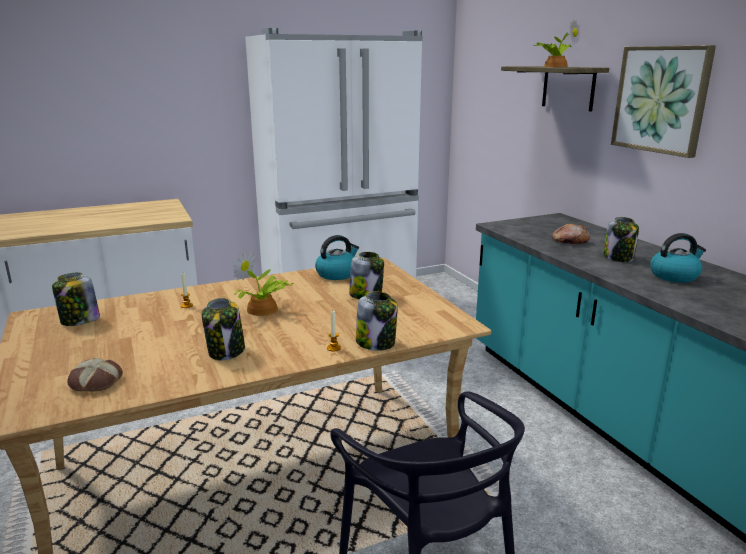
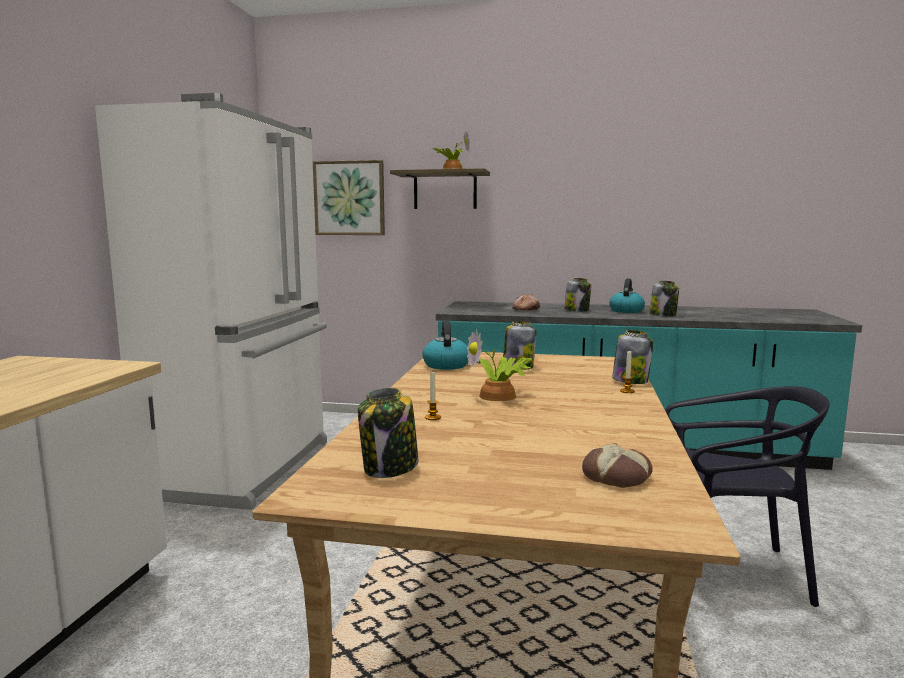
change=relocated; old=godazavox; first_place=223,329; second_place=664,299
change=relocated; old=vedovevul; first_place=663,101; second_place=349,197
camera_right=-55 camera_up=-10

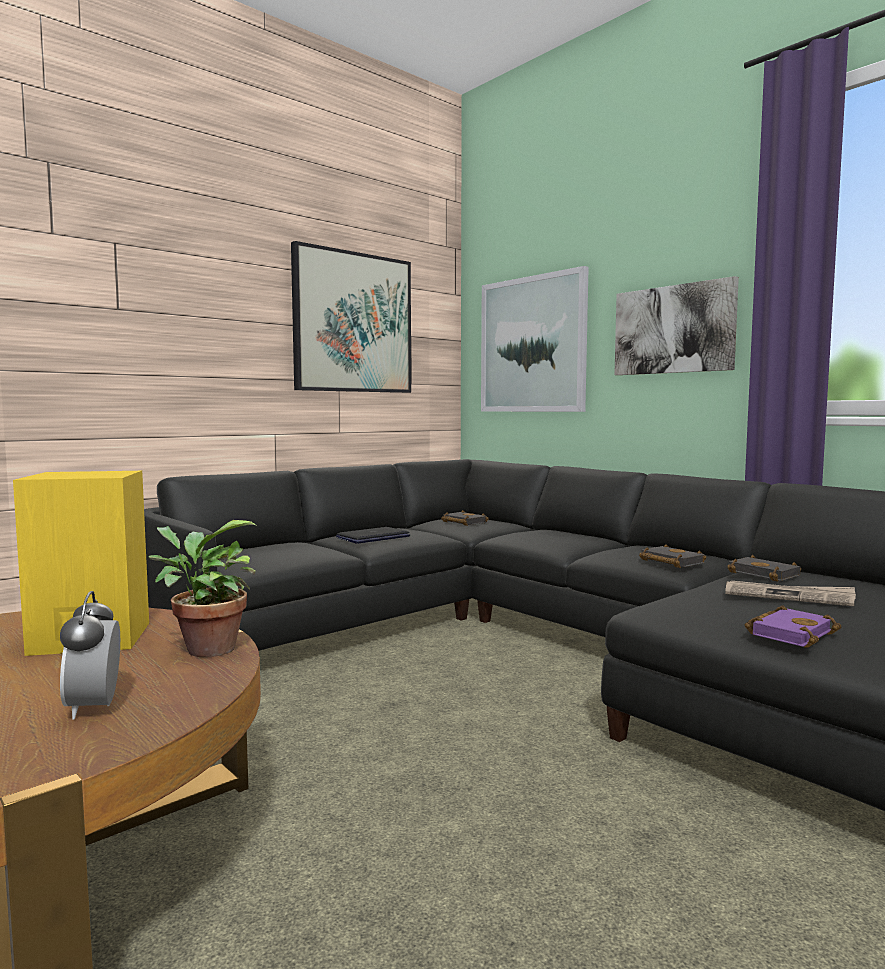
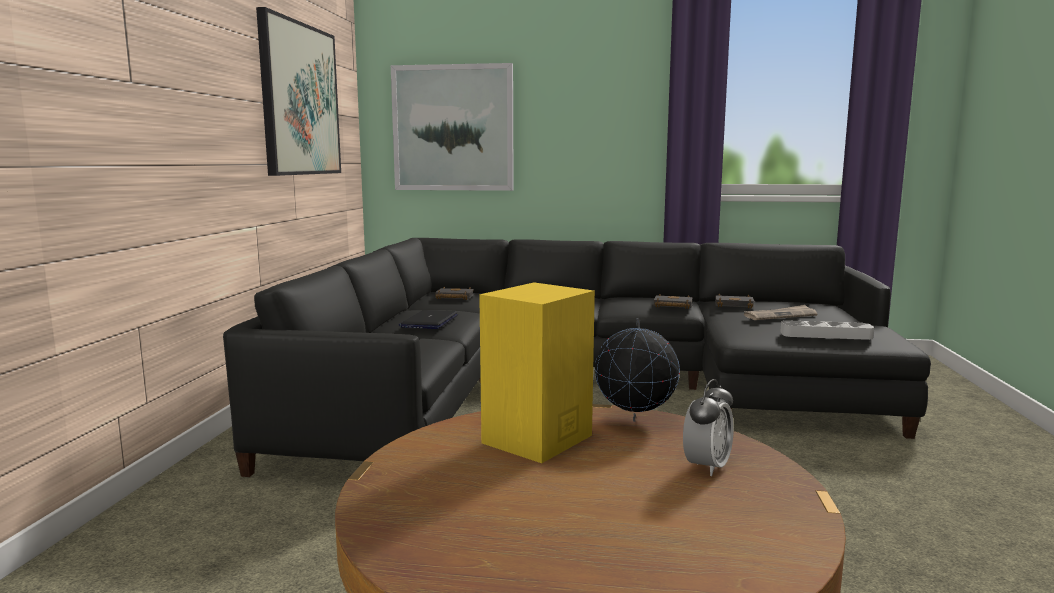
change=missing; old=vedovevul; first_place=676,325
change=exchanged; old=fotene; new=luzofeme; first_place=202,588; second_place=637,370
change=exchanged; old=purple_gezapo; new=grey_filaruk; first_place=793,626; second_place=827,330
change=spun; old=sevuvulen; first_place=90,655; second_place=708,427; degrees=-90
camera_right=-40 camera_up=5

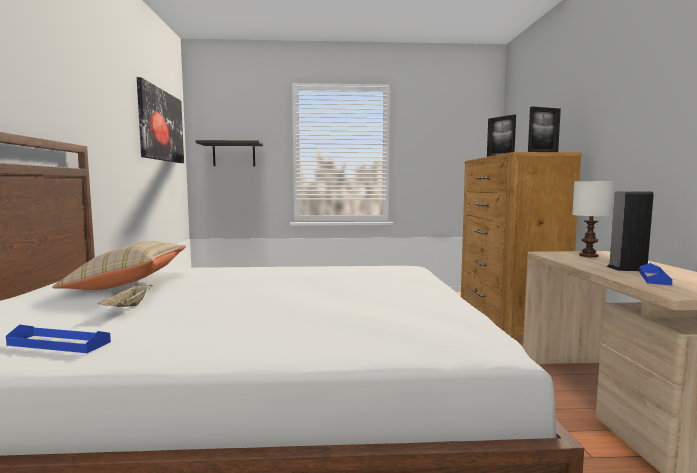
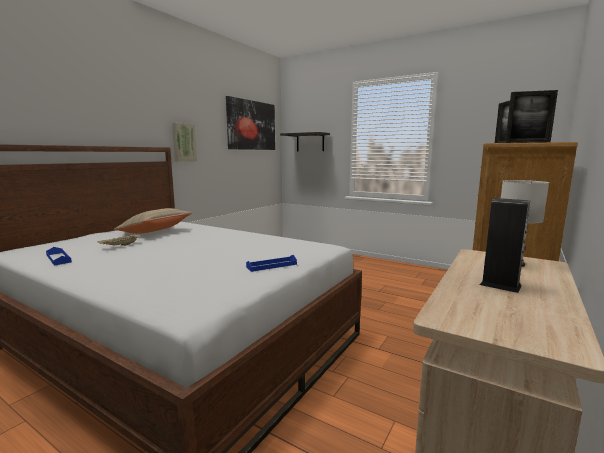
change=appeared; new=vedovevul; second_place=184,142
change=relocated; old=blue_filaruk; first_place=655,274; second_place=271,263
camera_right=35 camera_up=5

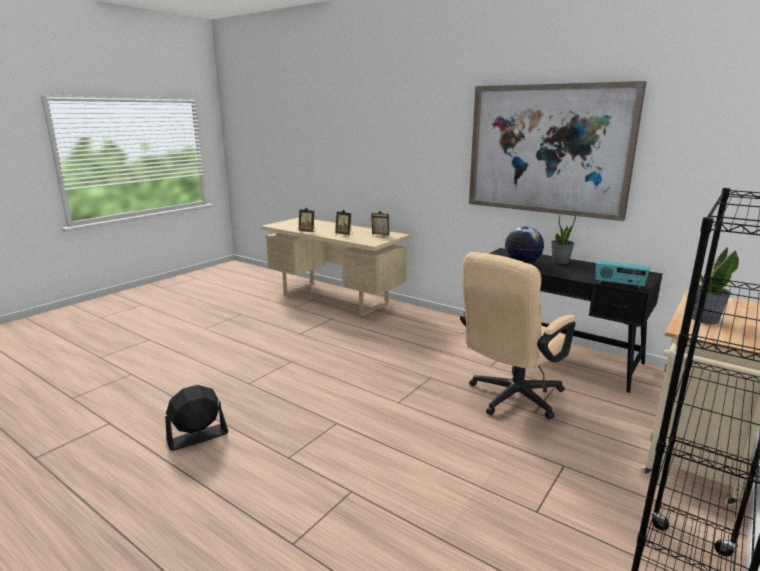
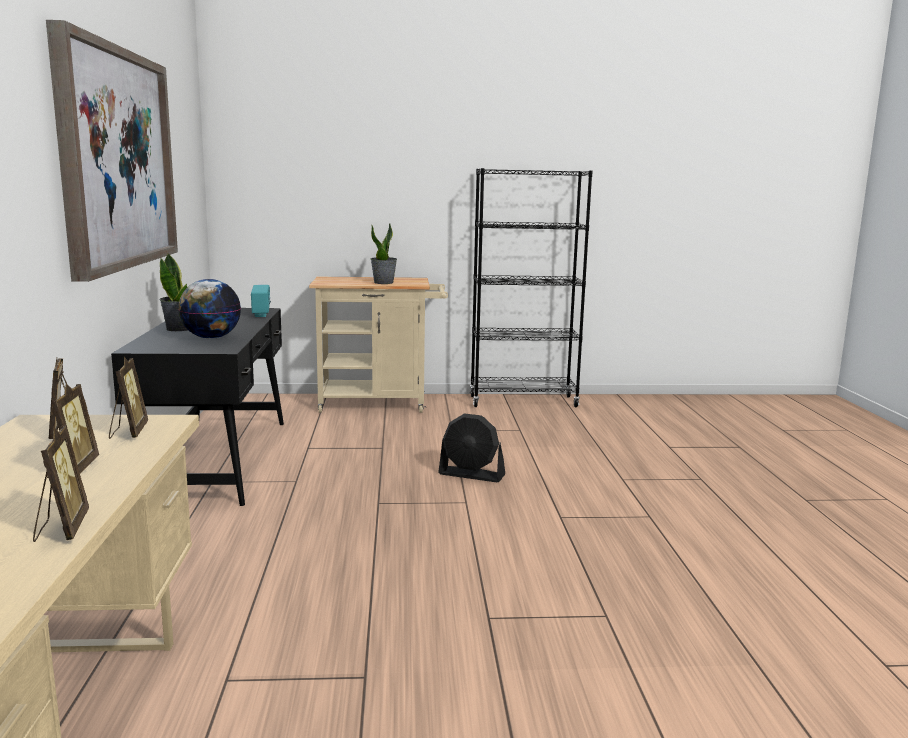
change=missing; old=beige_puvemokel; first_place=518,335
change=appeared; new=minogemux; second_place=128,398
change=relocated; old=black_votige; first_place=196,418; second_place=471,447
camera_right=-130 camera_up=-5

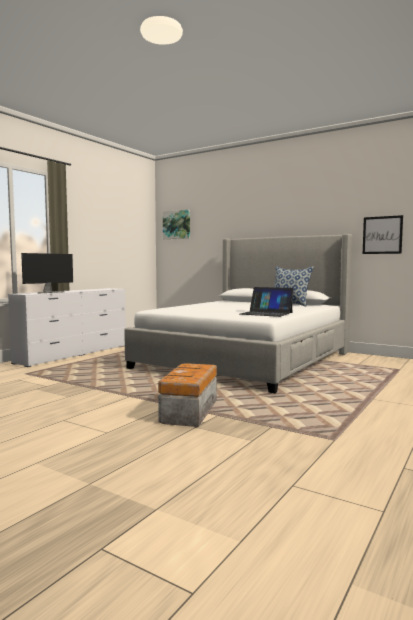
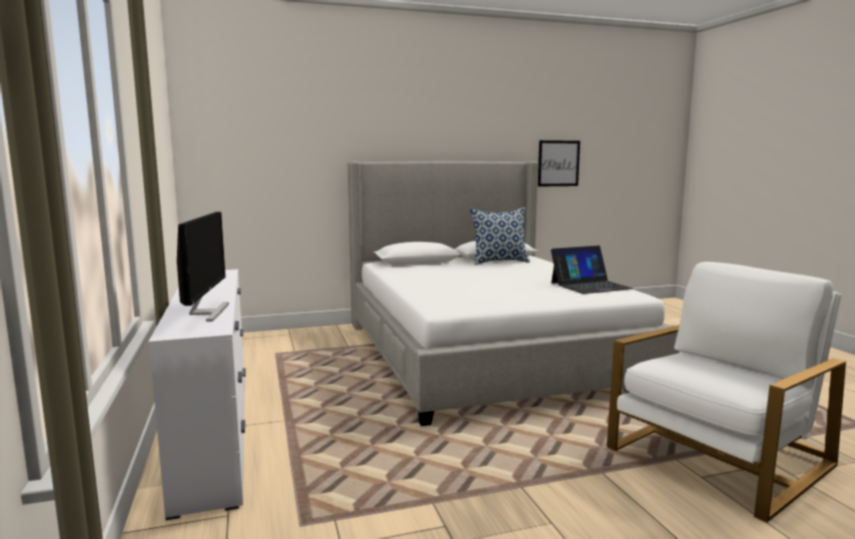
change=missing; old=vedovevul; first_place=176,224
change=exchanged; old=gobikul; new=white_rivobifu; first_place=187,395; second_place=726,392
camera_right=-50 camera_up=5

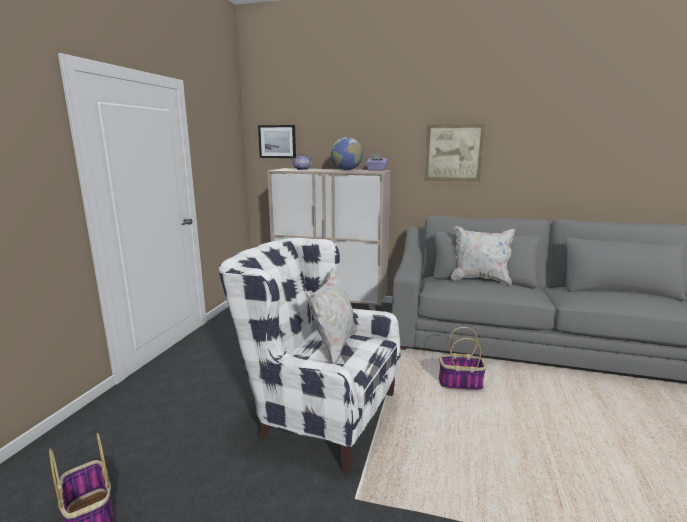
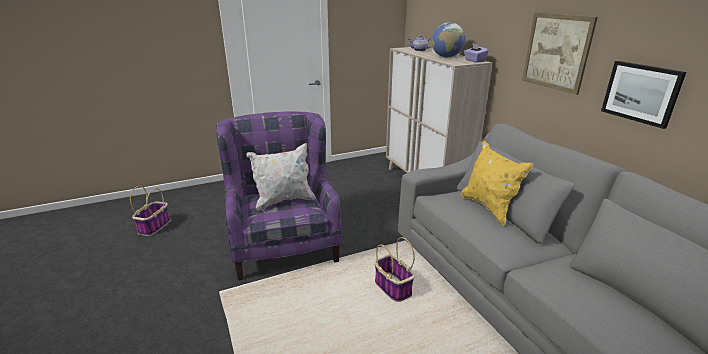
change=relocated; old=vedovevul; first_place=277,141; second_place=643,95
change=colour; old=white_rivobifu; new=purple_rivobifu; first_place=310,356; second_place=279,195
change=colour; old=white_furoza; new=yellow_furoza; first_place=483,255; second_place=497,183
camera_right=50 camera_up=10

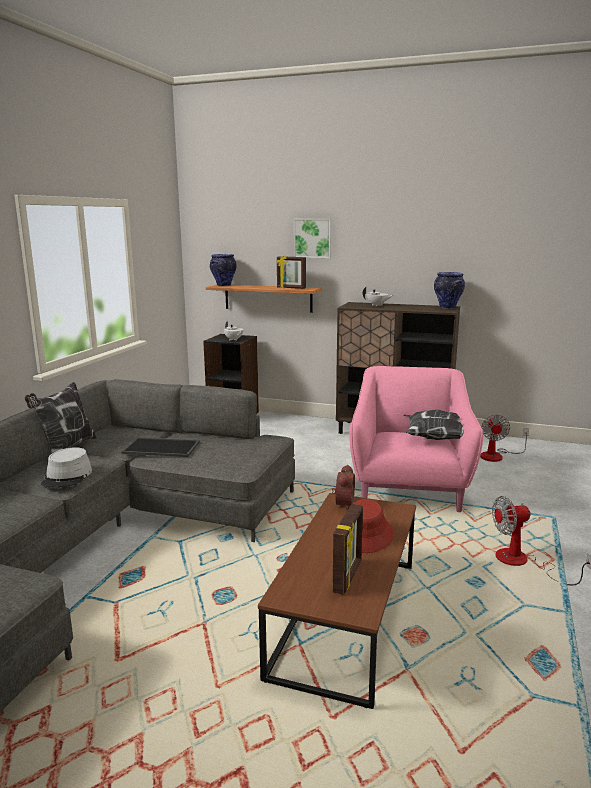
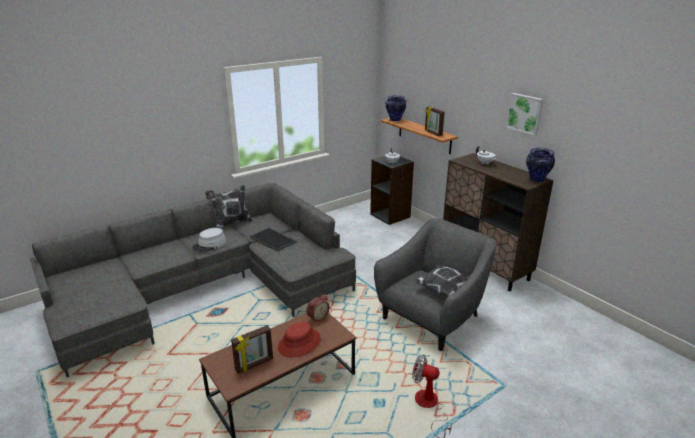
change=missing; old=votige; first_place=504,438
change=relocated; old=vedovevul; first_place=313,238; second_place=525,114
change=colour; old=pink_rivobifu; new=grey_rivobifu; first_place=416,439; second_place=435,284
camera_right=35 camera_up=10

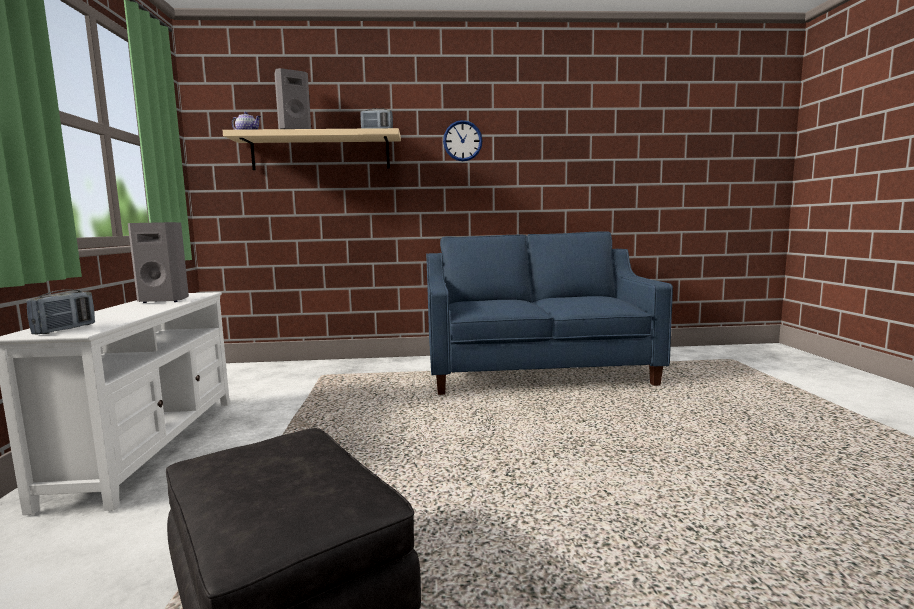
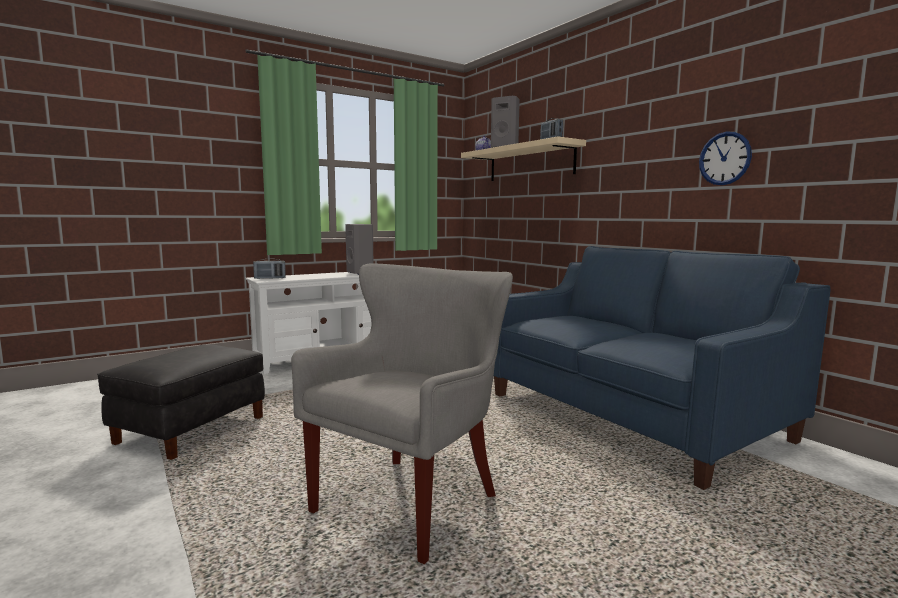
change=appeared; new=grey_rivobifu; second_place=402,413
change=relocated; old=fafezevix; first_place=463,140; second_place=725,158
camera_right=60 camera_up=0

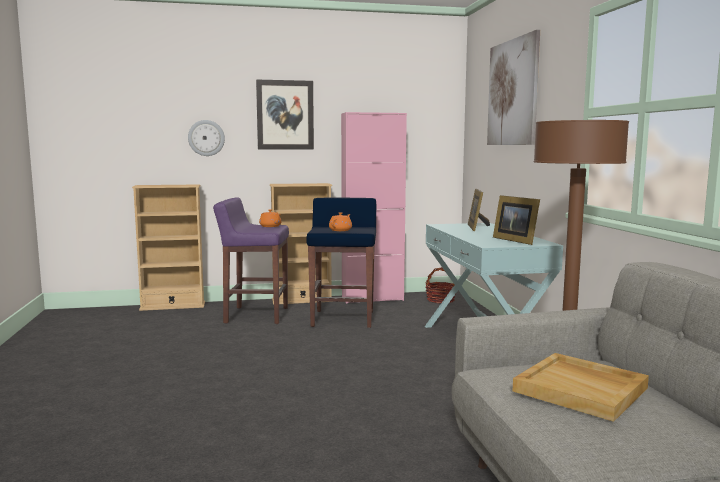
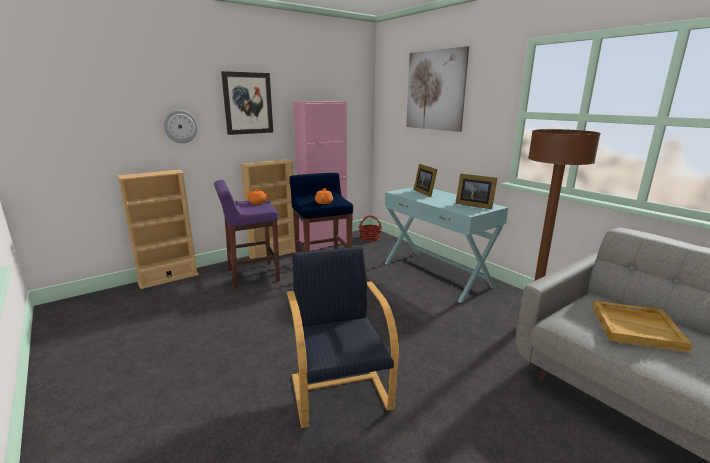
change=appeared; new=black_rivobifu; second_place=343,337
camera_right=-25 camera_up=10

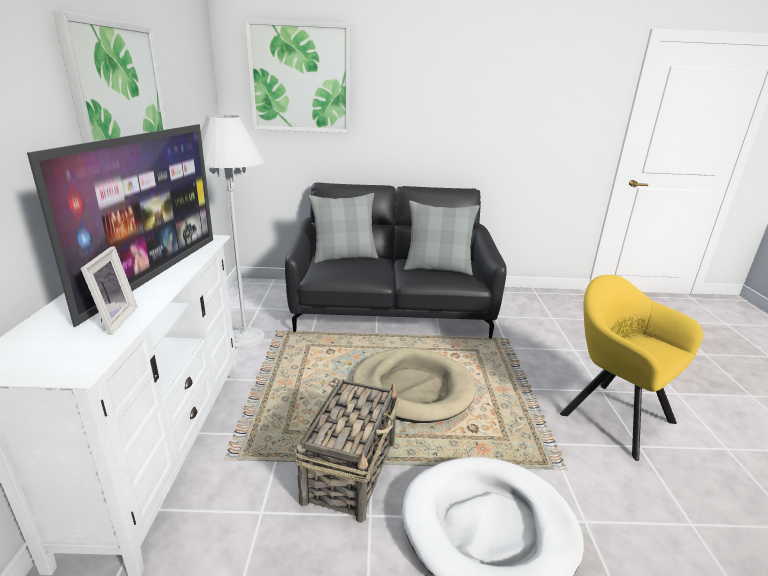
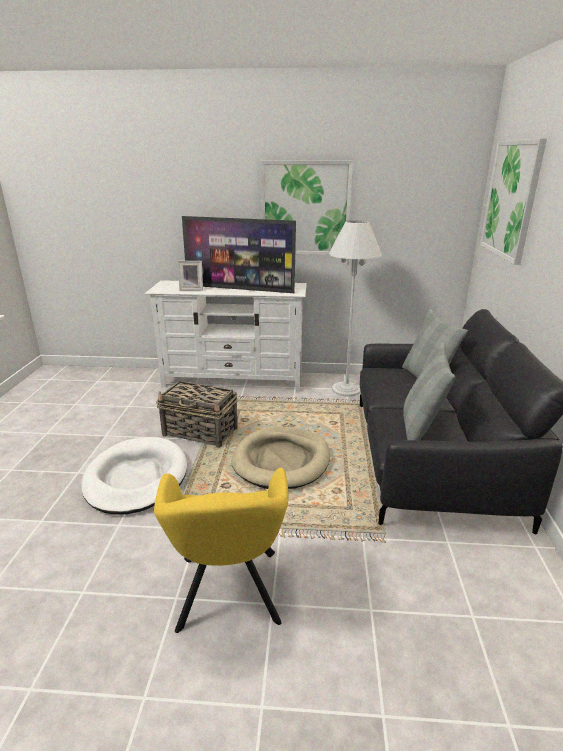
change=spun; old=yellow_rivobifu; first_place=631,368; second_place=221,550; degrees=120
camera_right=95 camera_up=0

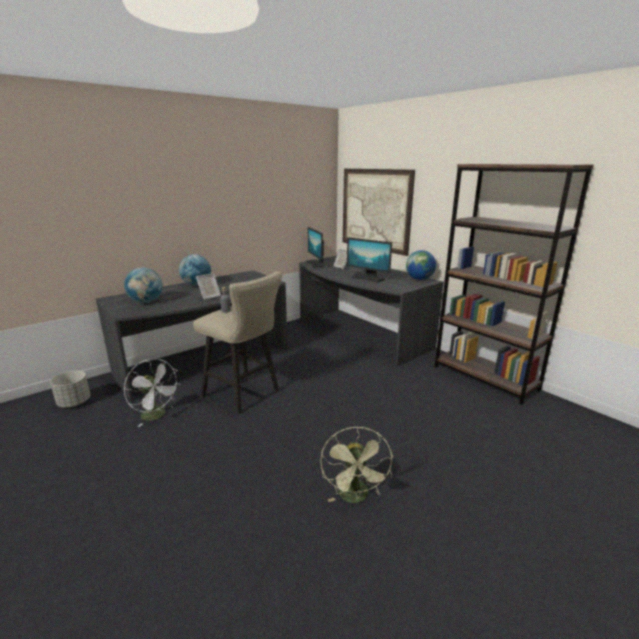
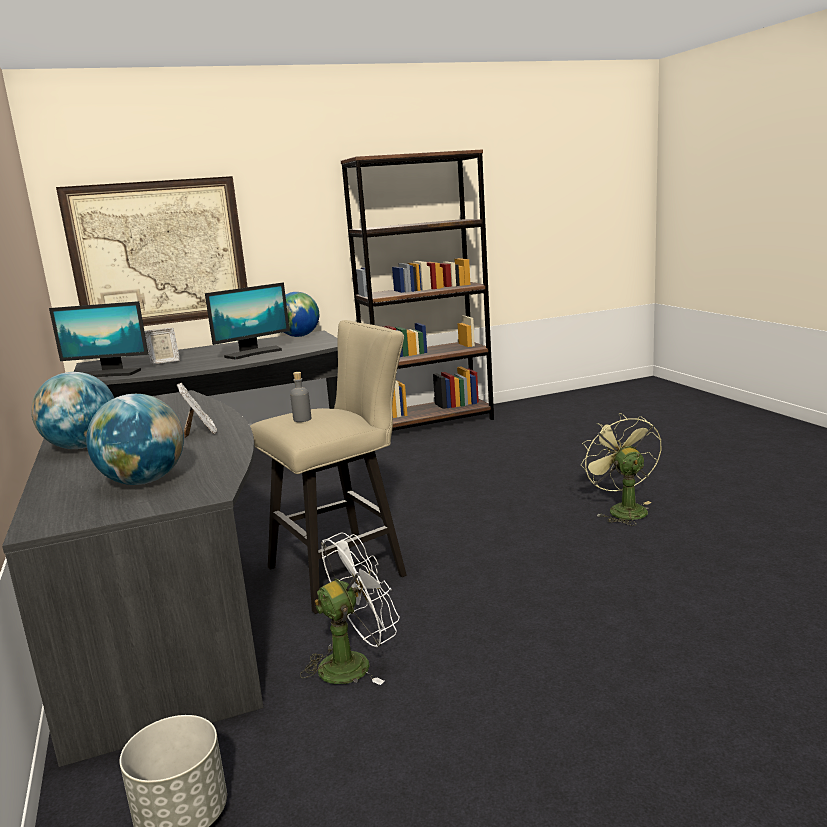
change=spun; old=green_votige; first_place=356,465; second_place=621,469; degrees=-120
camera_right=-70 camera_up=-5

